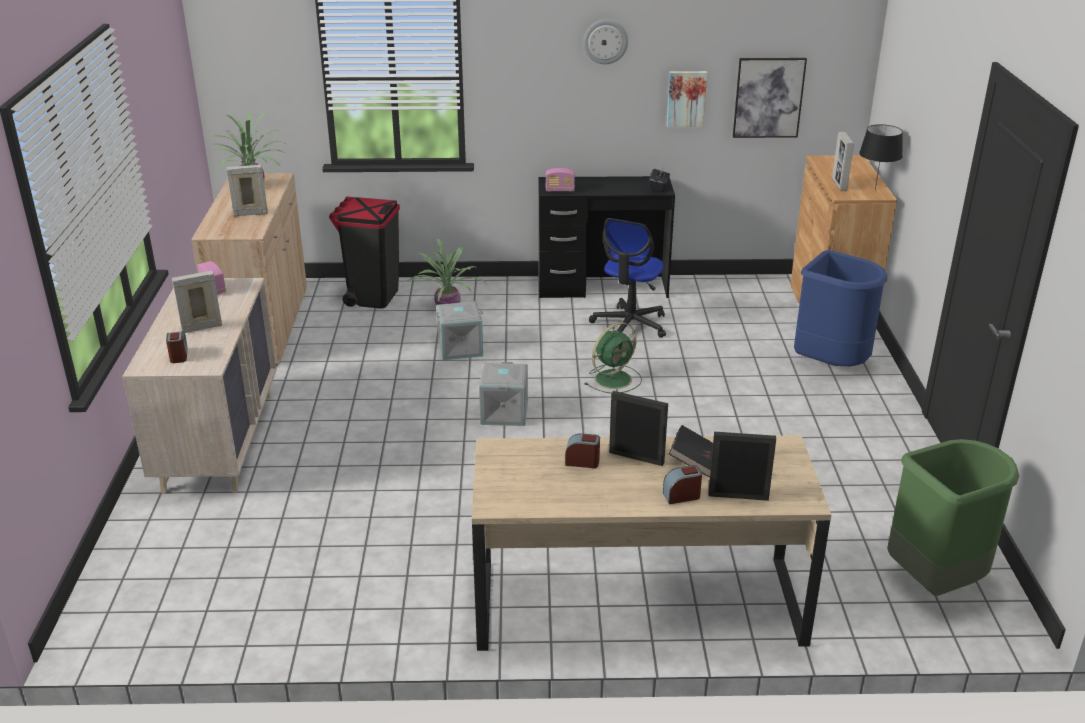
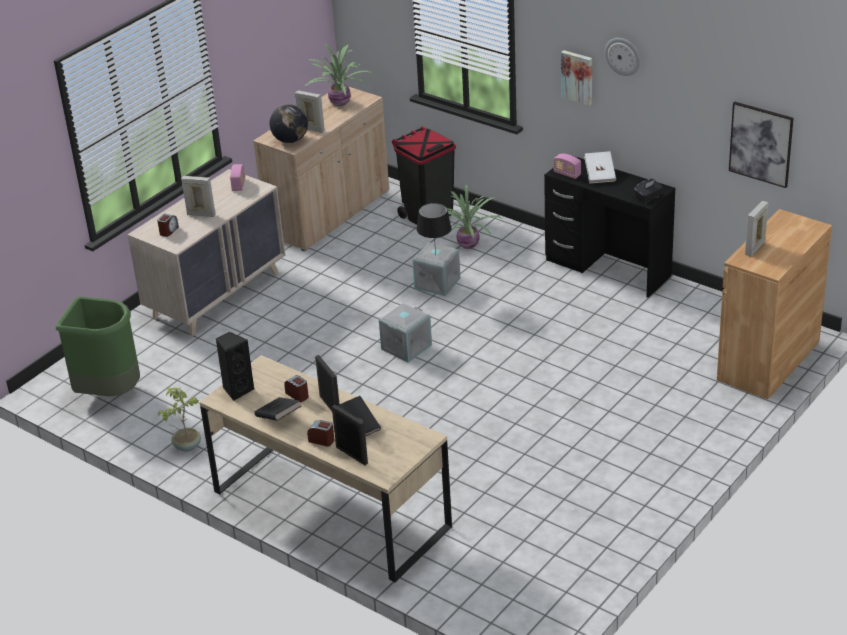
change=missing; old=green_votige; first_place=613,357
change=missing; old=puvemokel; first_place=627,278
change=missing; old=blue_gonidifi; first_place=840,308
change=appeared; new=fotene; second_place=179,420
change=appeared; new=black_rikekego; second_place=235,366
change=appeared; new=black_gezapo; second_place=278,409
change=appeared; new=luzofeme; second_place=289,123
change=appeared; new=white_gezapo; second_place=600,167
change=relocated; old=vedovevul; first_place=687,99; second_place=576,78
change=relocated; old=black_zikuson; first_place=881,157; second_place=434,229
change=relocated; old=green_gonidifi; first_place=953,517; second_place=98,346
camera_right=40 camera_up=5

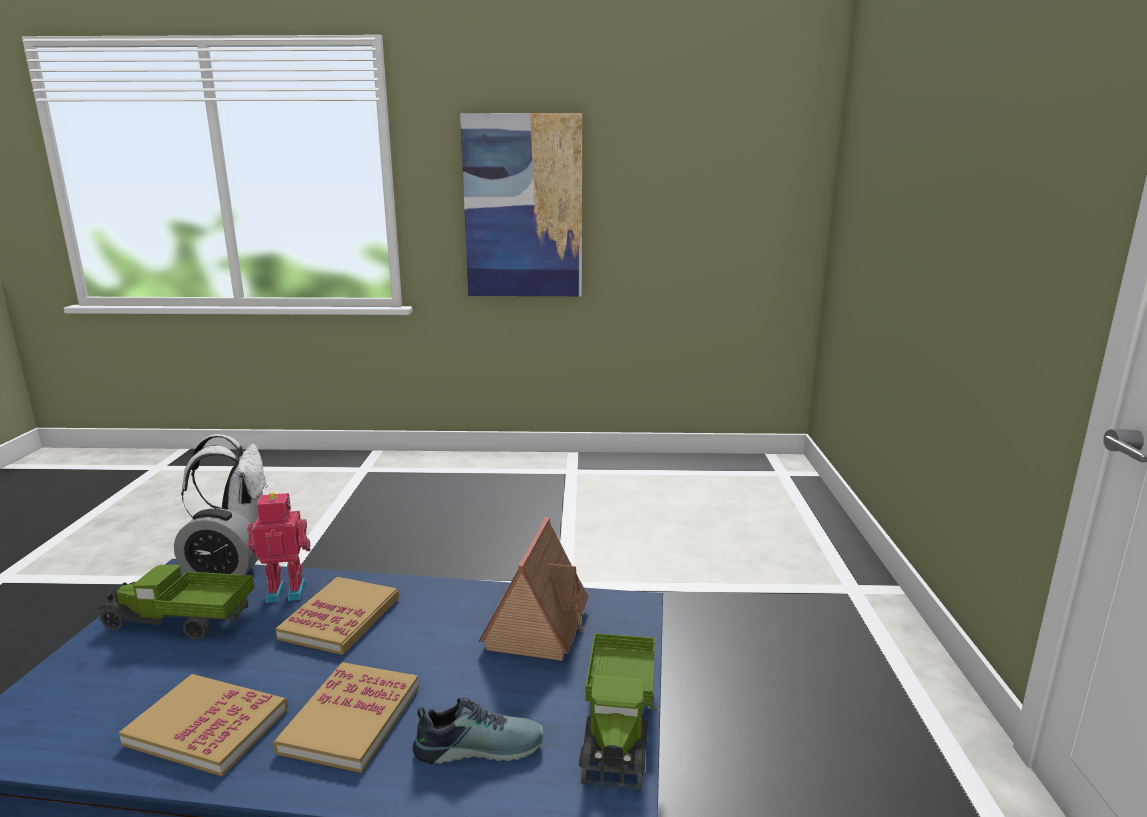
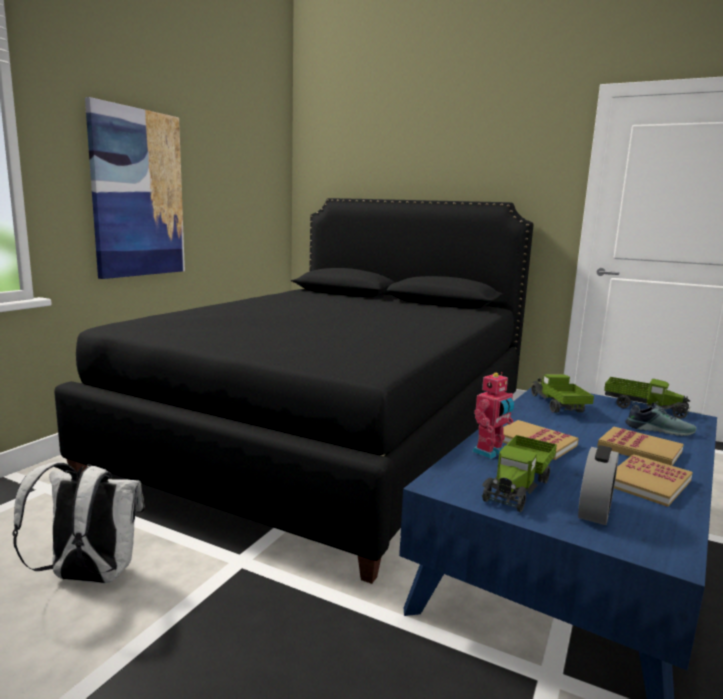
change=appeared; new=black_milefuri; second_place=294,391
change=relocated; old=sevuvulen; first_place=216,541; second_place=598,485
change=exchanged; old=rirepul; new=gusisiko; first_place=533,589; second_place=562,393
change=spun; old=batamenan; first_place=279,547; second_place=493,415; degrees=-150
change=spun; old=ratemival; first_place=478,730; second_place=660,419; degrees=90
camera_right=-65 camera_up=-5

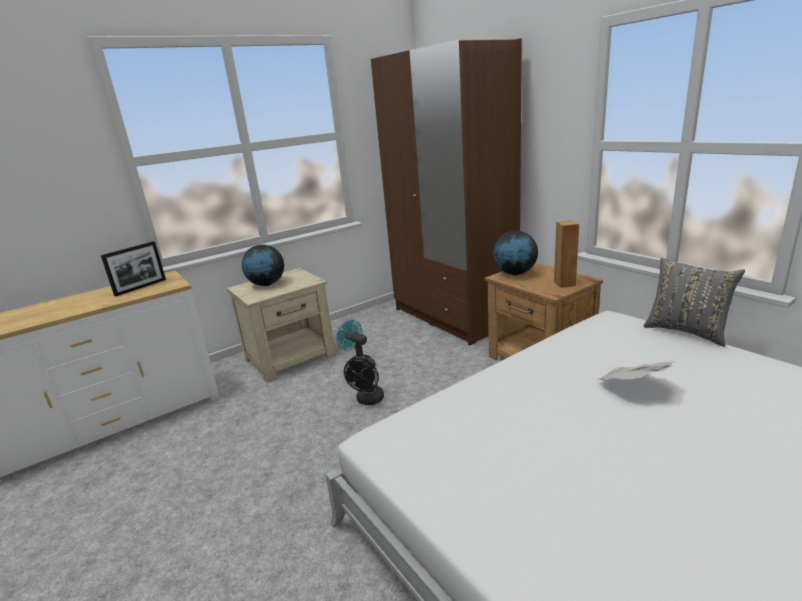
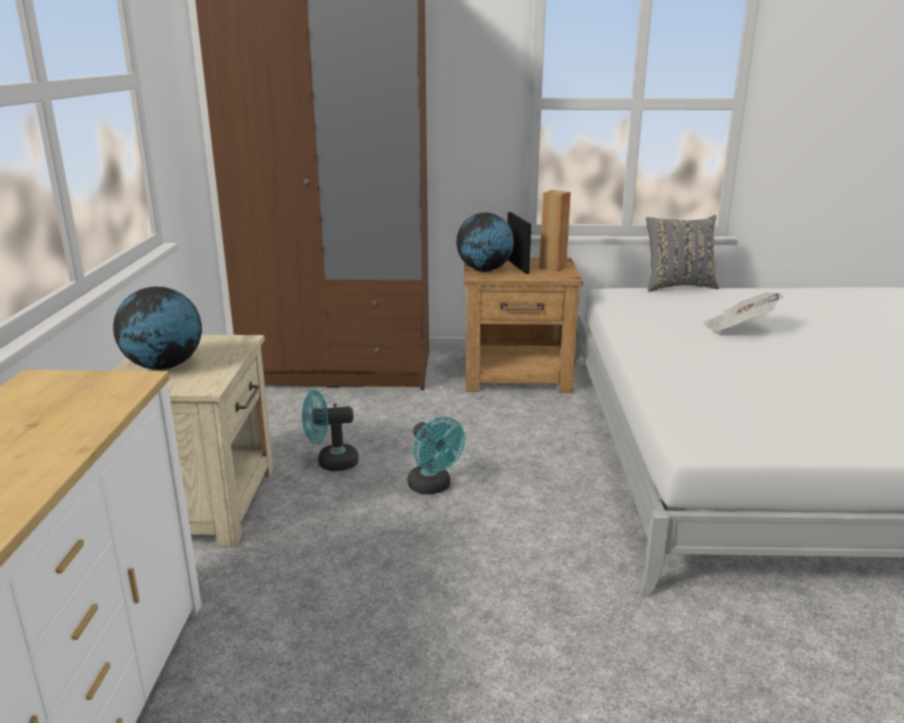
change=relocated; old=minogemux; first_place=133,269; second_place=519,243
change=colour; old=black_votige; new=turquoise_votige; first_place=364,381; second_place=436,455
camera_right=-55 camera_up=0

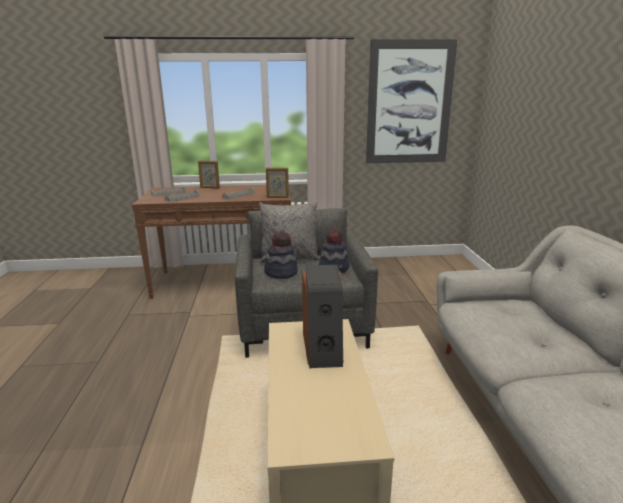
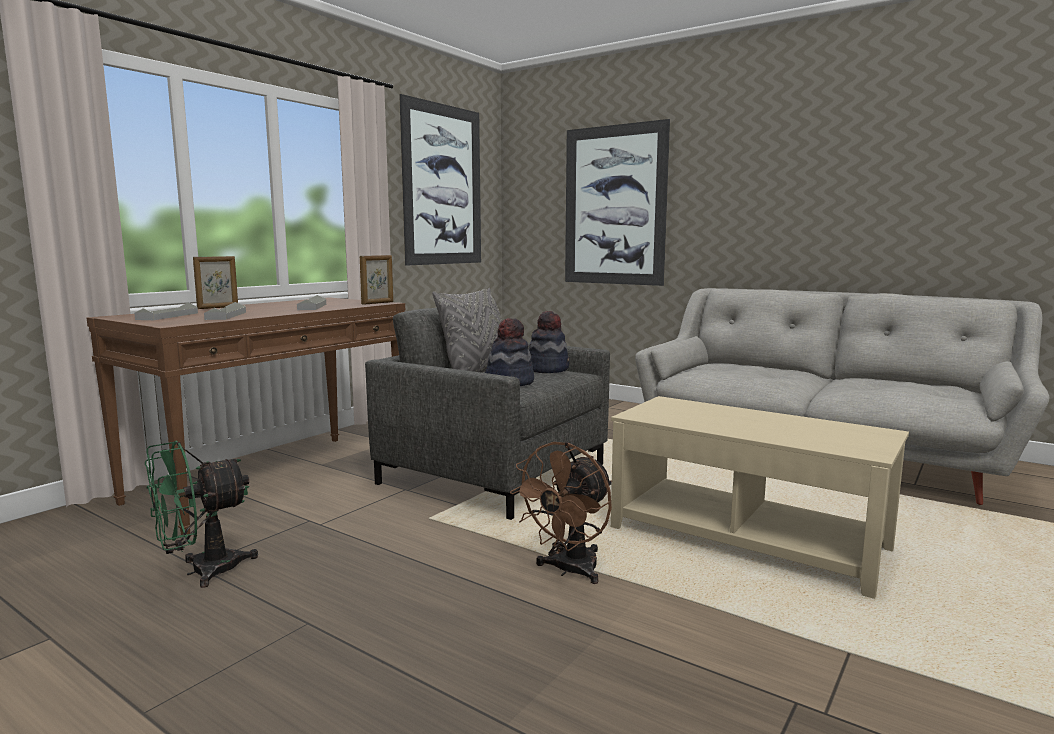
change=missing; old=rikekego; first_place=322,316
change=appeared; new=green_votige; second_place=201,514
change=appeared; new=brown_votige; second_place=561,513
change=appeared; new=vedovevul; second_place=617,202
camera_right=-50 camera_up=-10

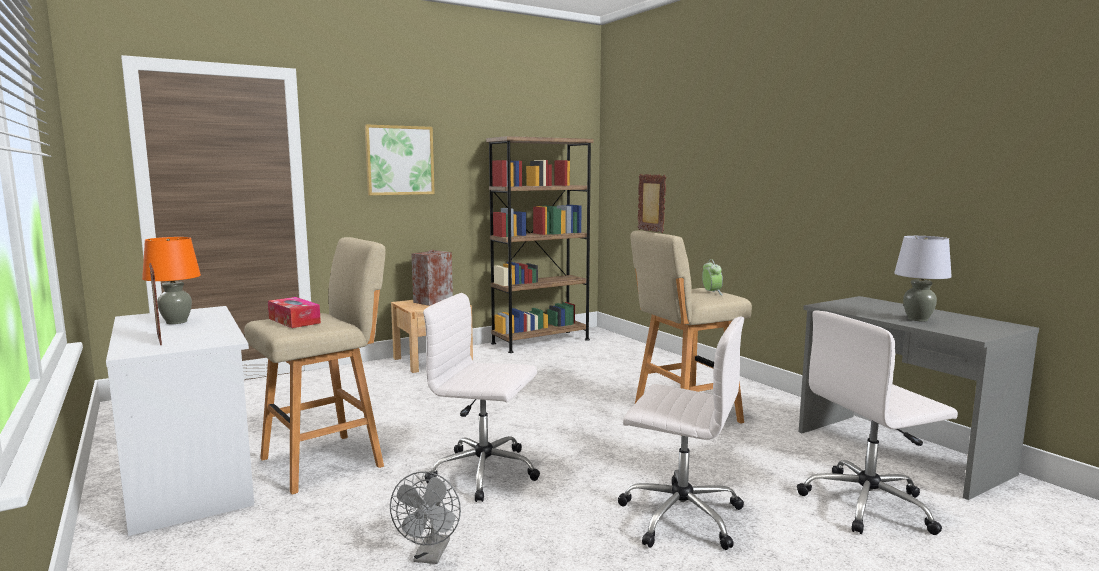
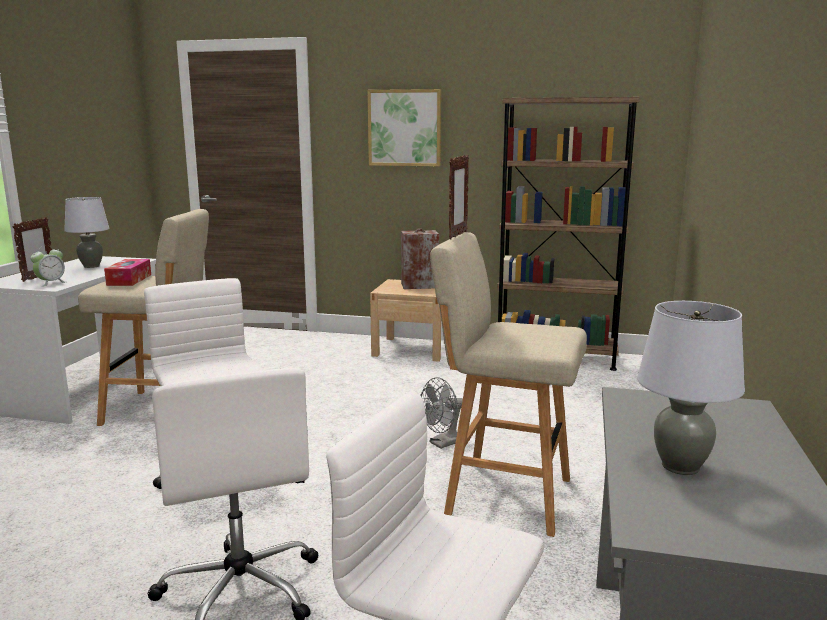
change=relocated; old=grey_votige; first_place=425,517; second_place=441,413
change=relocated; old=sevuvulen; first_place=712,277; second_place=47,266
change=colour; old=orange_zikuson; new=grey_zikuson; first_place=171,280; second_place=86,232
camera_right=45 camera_up=5

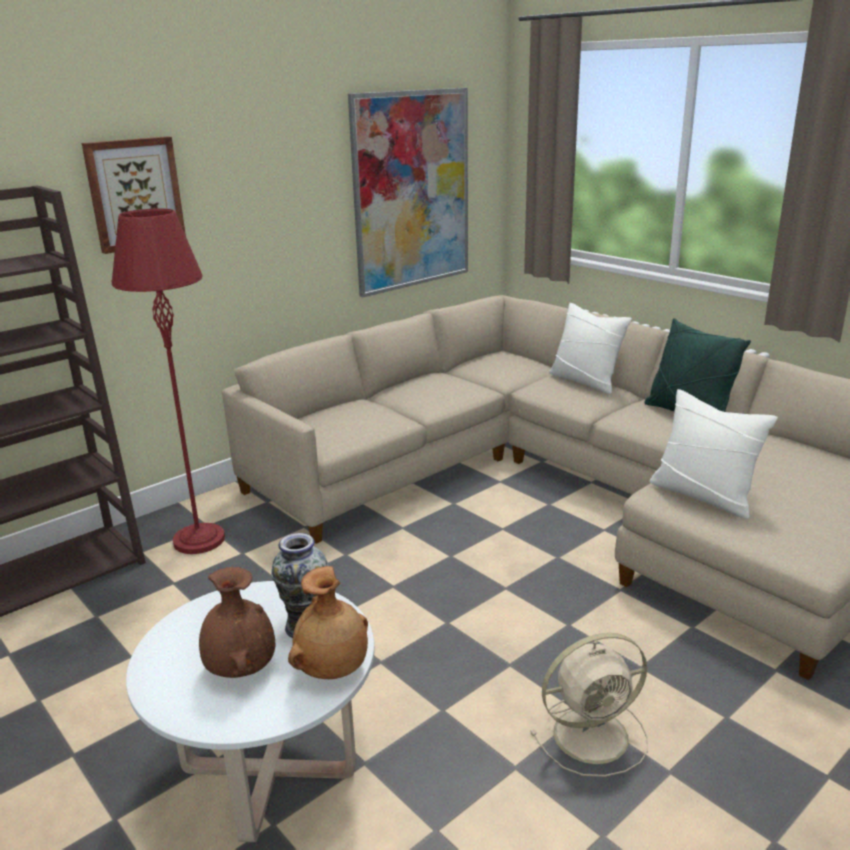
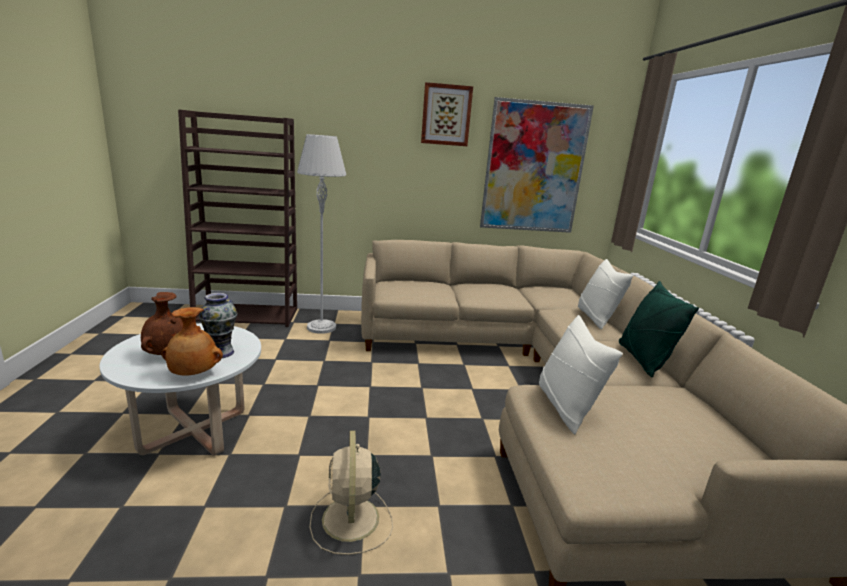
change=relocated; old=vedovevul; first_place=134,195; second_place=447,114
change=colour; old=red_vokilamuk; new=grey_vokilamuk; first_place=168,381; second_place=321,234
change=spun; old=beige_votige; first_place=589,705; second_place=351,492; degrees=60
camera_right=35 camera_up=-5

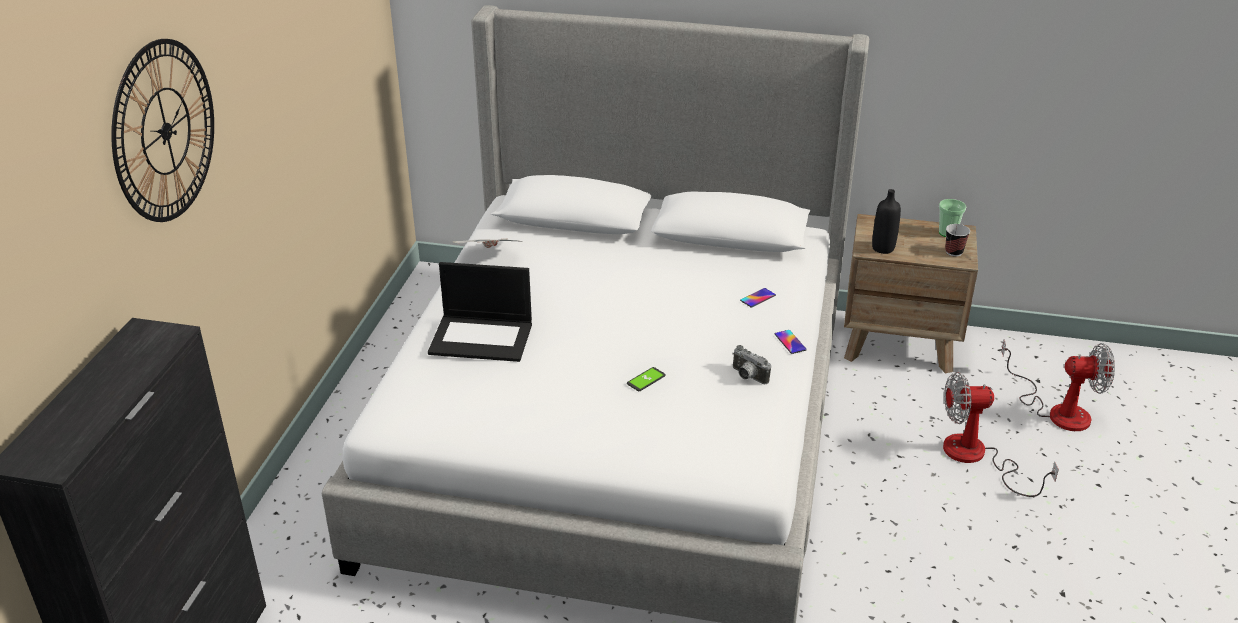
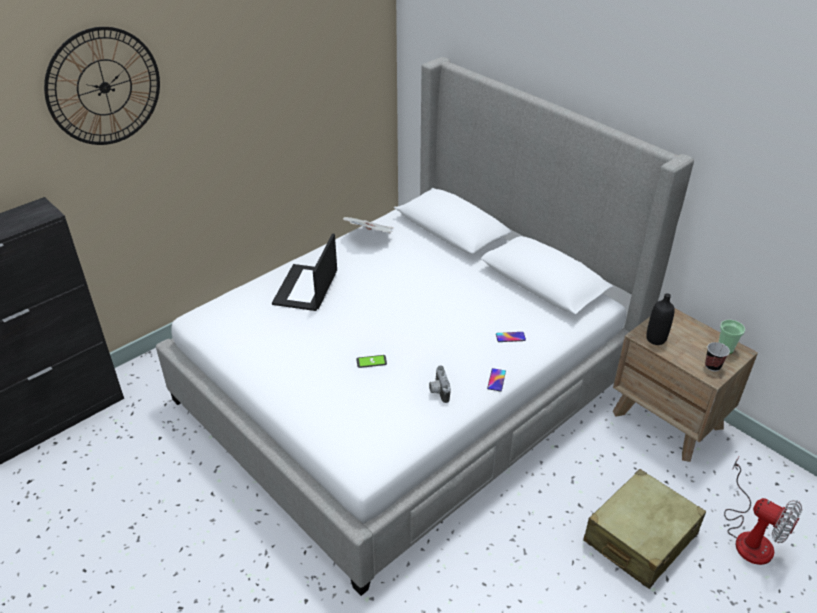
change=exchanged; old=votige; new=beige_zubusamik; first_place=1001,434; second_place=644,529
change=spun; old=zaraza; first_place=480,312; second_place=304,272; degrees=60
camera_right=35 camera_up=5

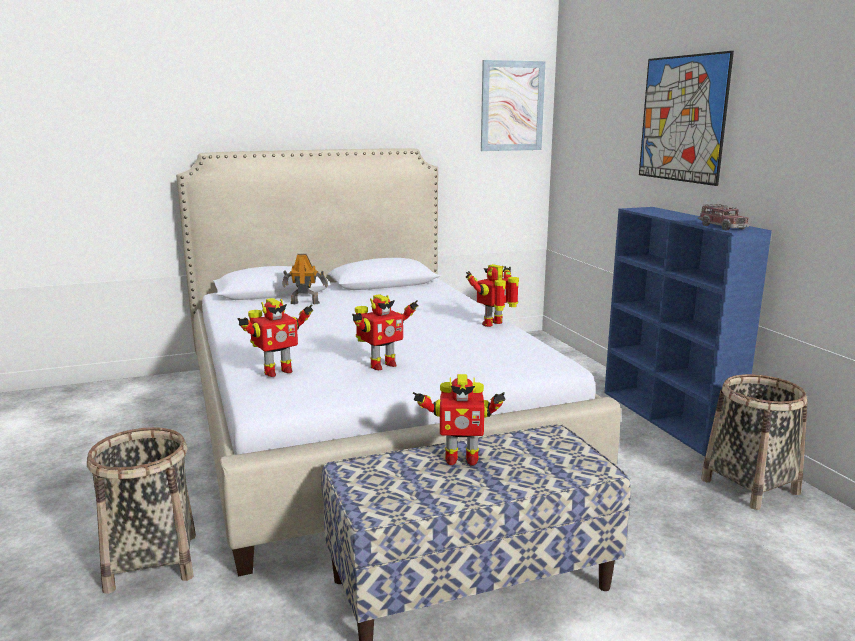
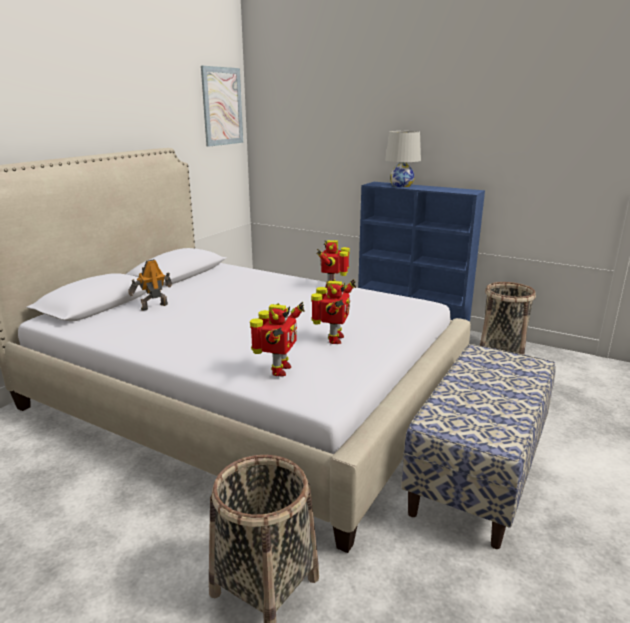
change=missing; old=batamenan; first_place=459,420
change=missing; old=vedovevul; first_place=686,118
change=missing; old=gusisiko; first_place=723,217
change=appeared; new=white_zikuson; second_place=403,159
camera_right=-40 camera_up=5

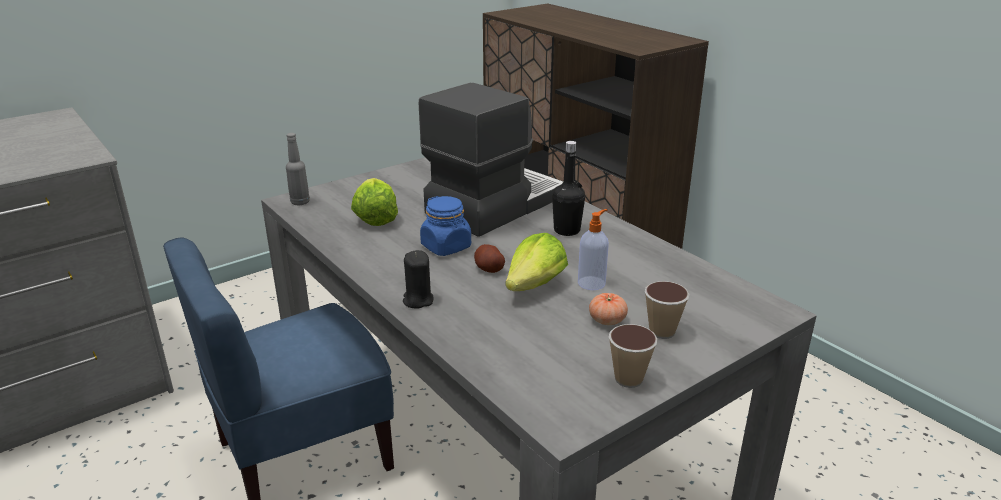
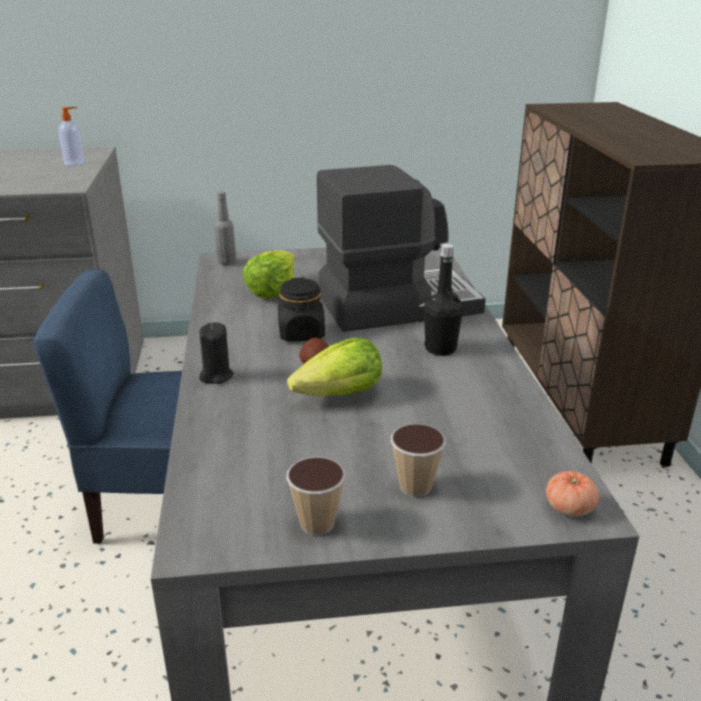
change=relocated; old=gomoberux; first_place=593,249; second_place=71,136
change=relocated; old=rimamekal; first_place=608,309; second_place=572,493
change=colour; old=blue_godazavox; new=black_godazavox; first_place=445,226; second_place=301,309
camera_right=30 camera_up=0

